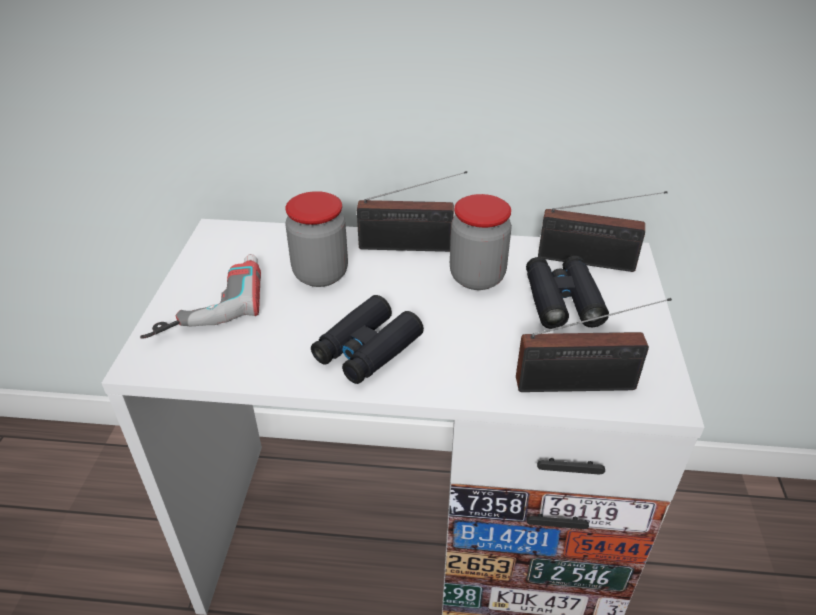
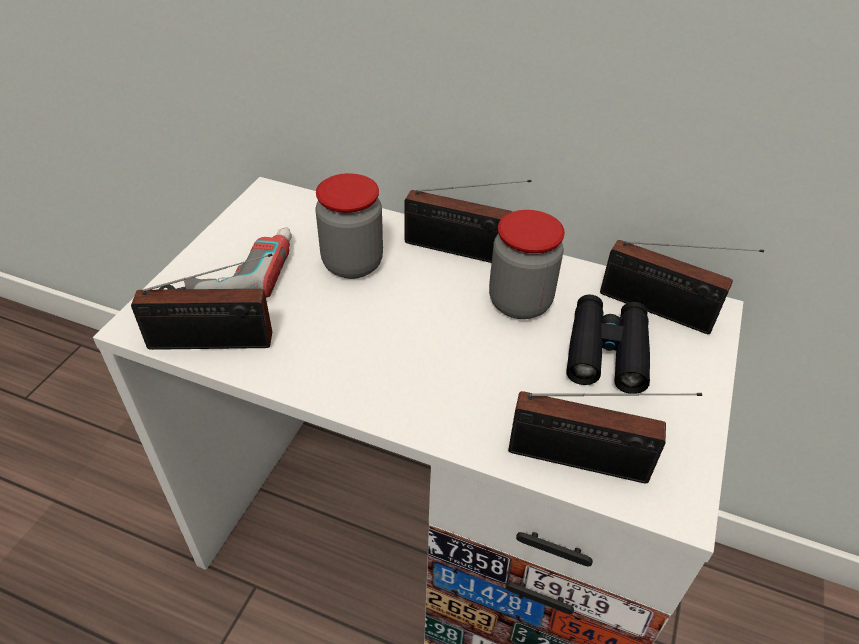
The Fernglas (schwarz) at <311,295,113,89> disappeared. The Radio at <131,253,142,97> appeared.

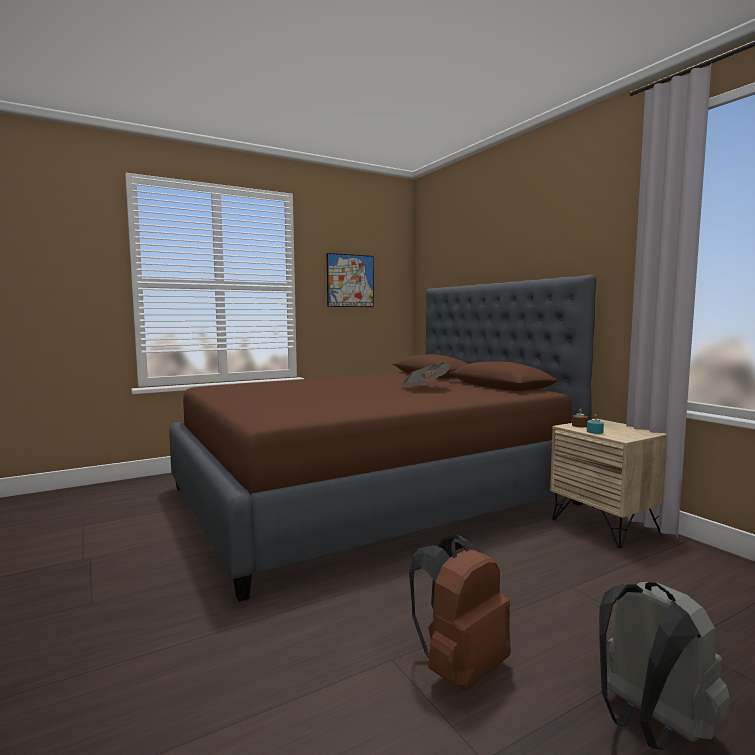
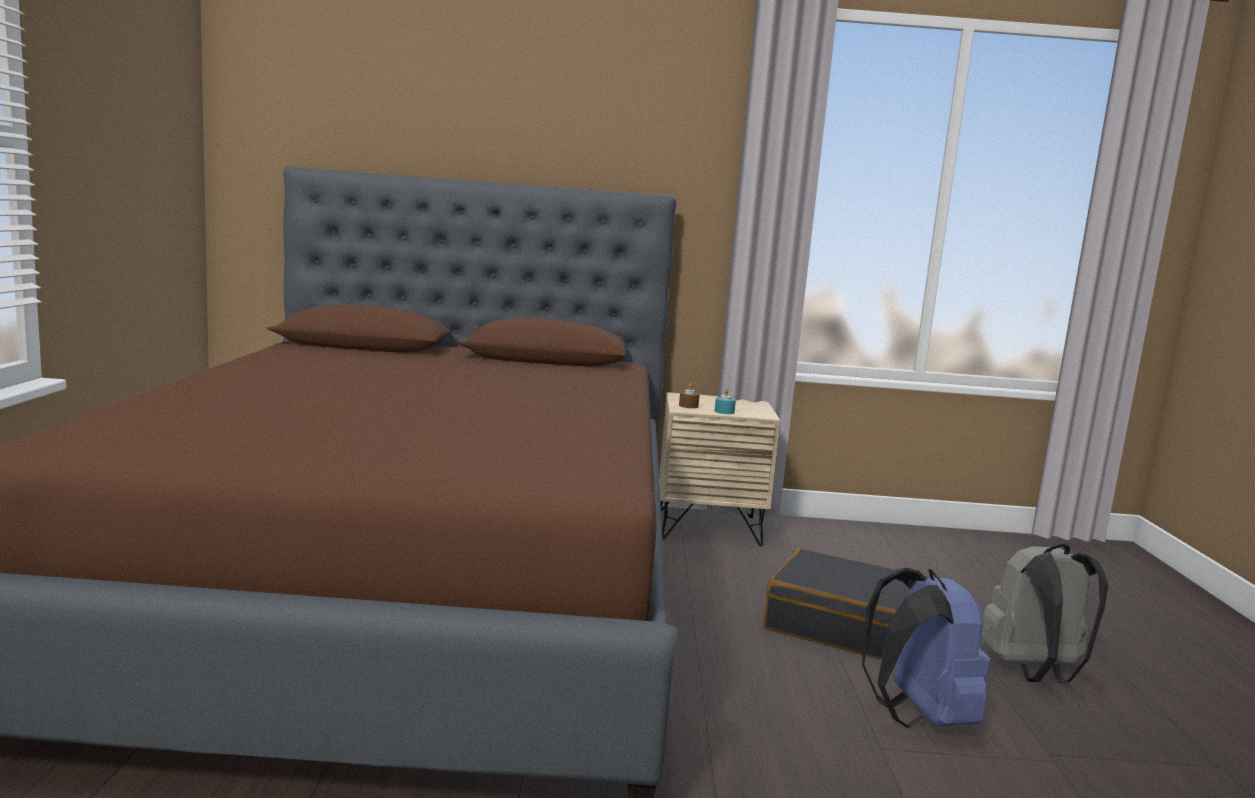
The Bild at <327,253,47,54> disappeared. The Zeitung at <402,362,49,24> disappeared. The Koffer (schwarz) at <763,548,167,111> appeared. The Rucksack (braun) at <409,535,102,155> became the Rucksack (blau) at <862,568,129,160>.

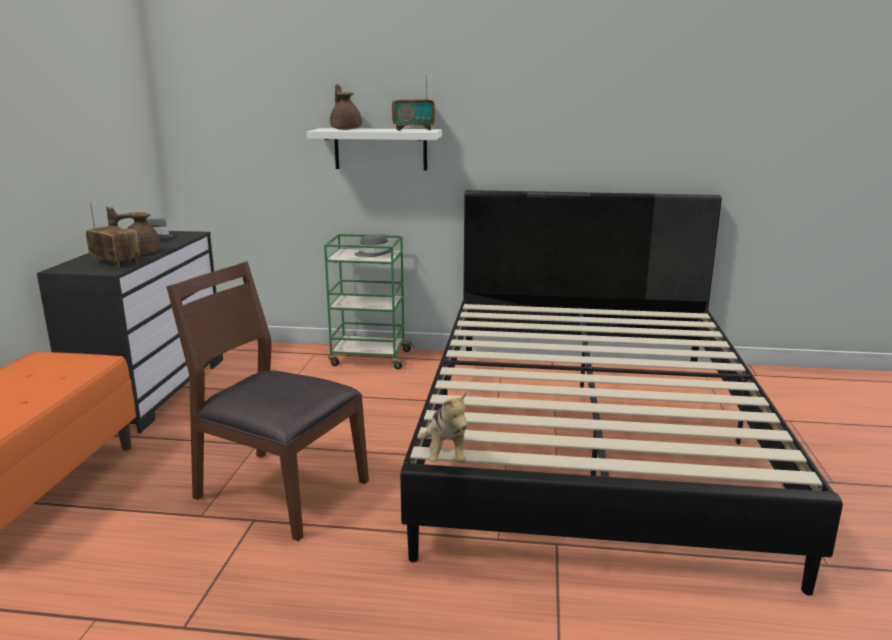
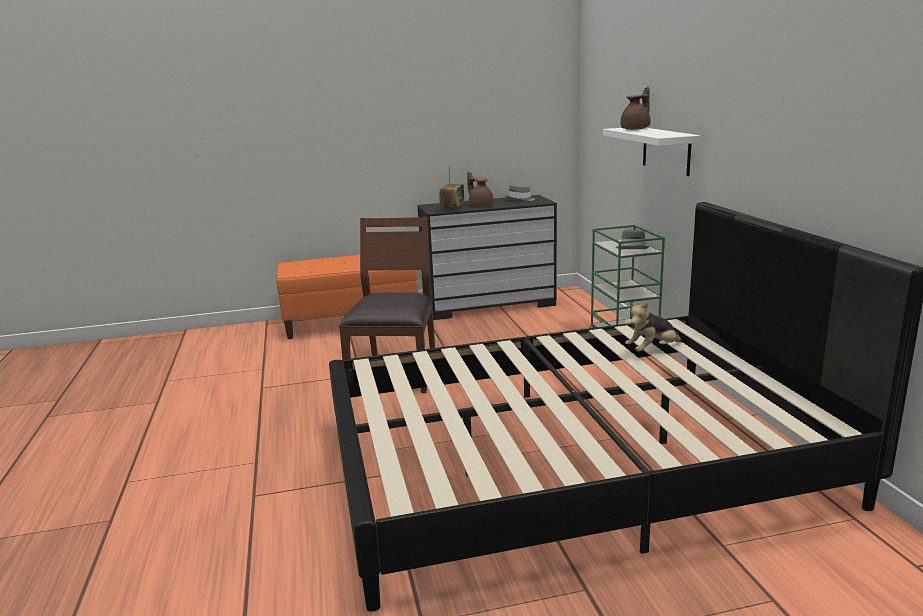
The Radio at <392,75,43,56> disappeared. The Plüschtier moved from <419,391,48,72> to <625,302,57,50>.

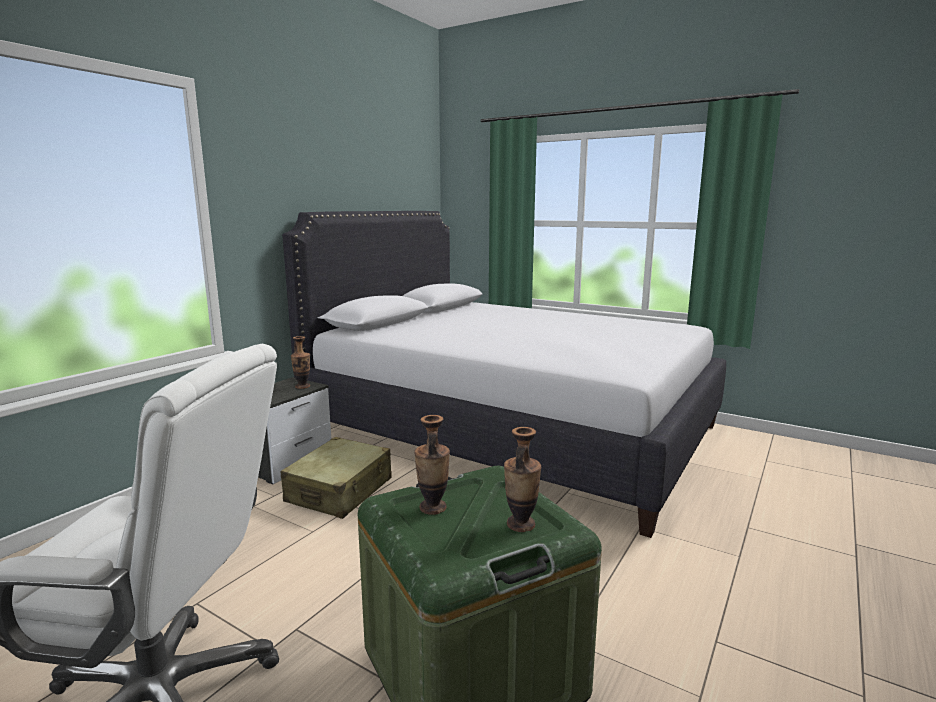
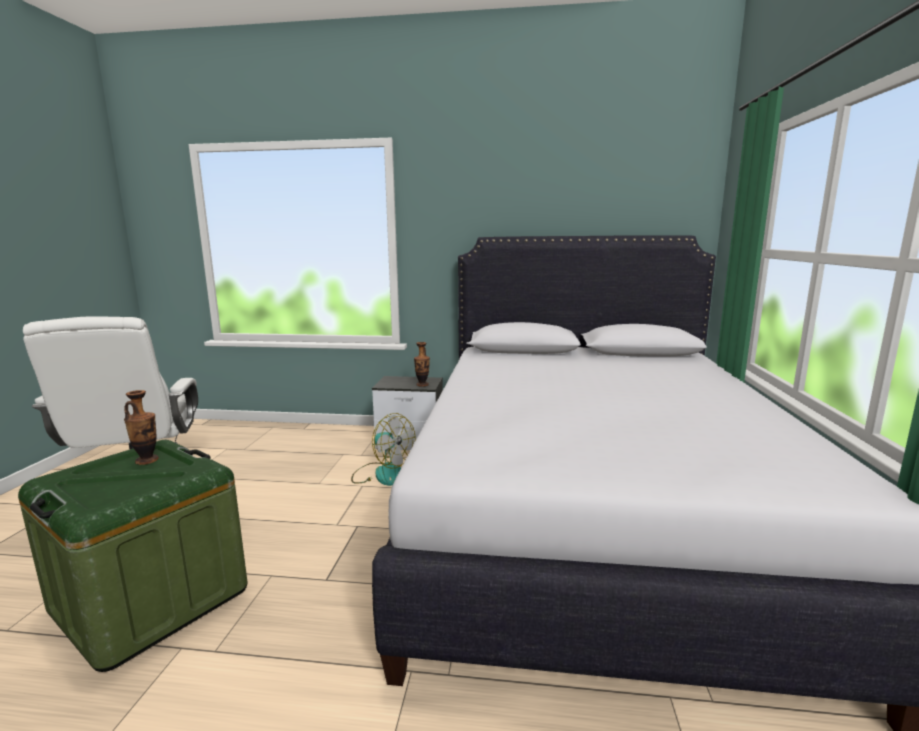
The Vase at <504,427,37,105> disappeared. The Koffer (beige) at <281,437,111,82> was replaced by the Ventilator at <351,413,65,73>.

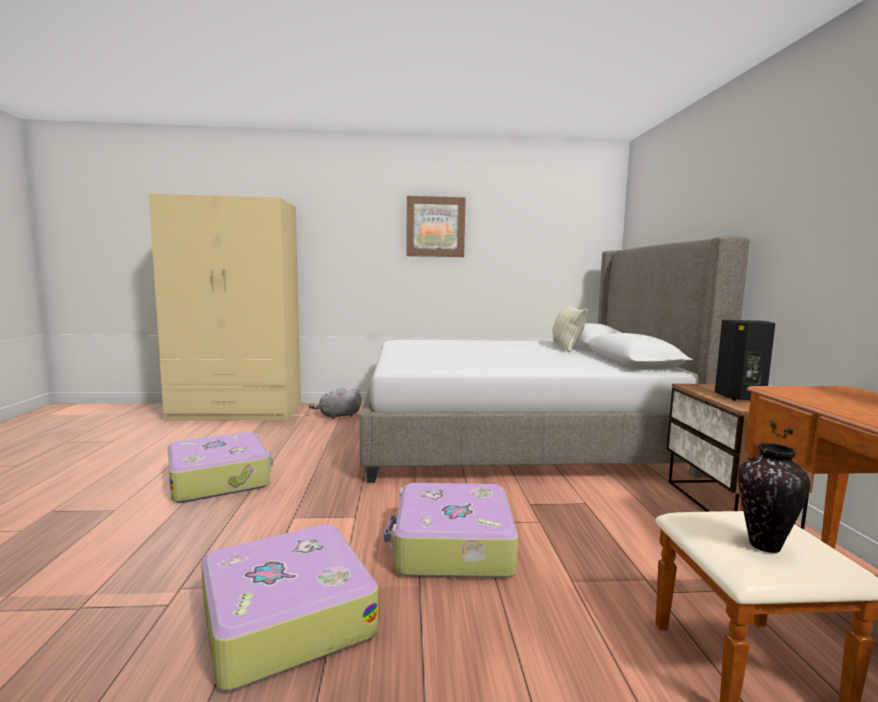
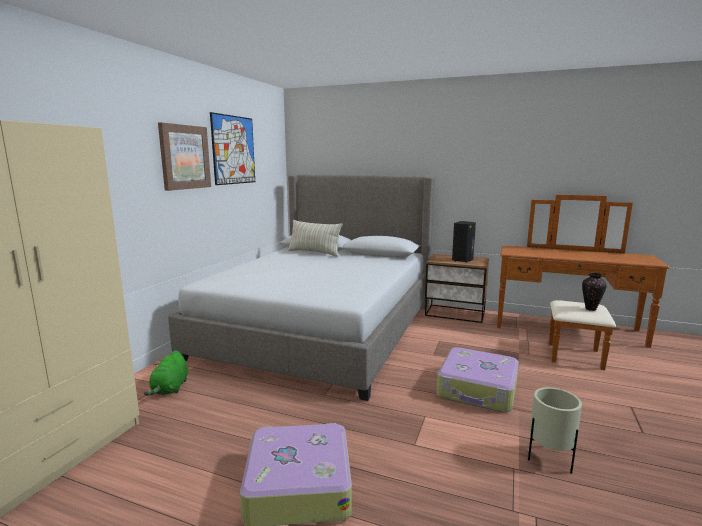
The Bild at <210,112,45,73> appeared. The Koffer at <201,524,177,166> was replaced by the Pflanzkübel (beige) at <528,387,54,87>. The Plüschtier (grau) at <309,387,53,32> became the Plüschtier (grün) at <144,351,44,45>.

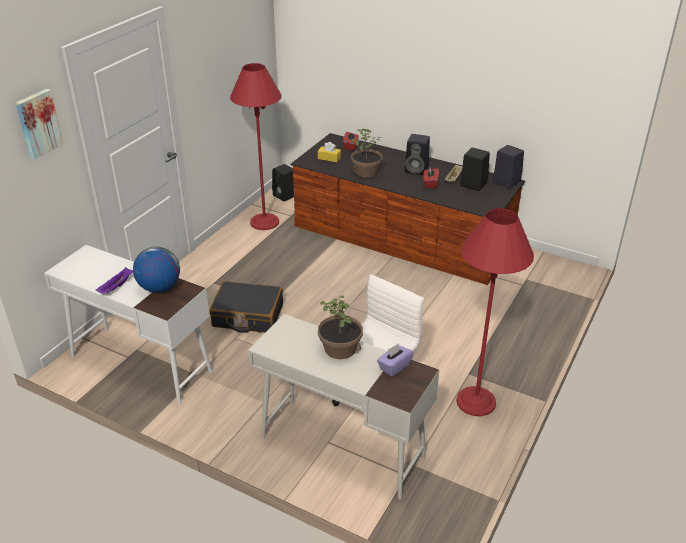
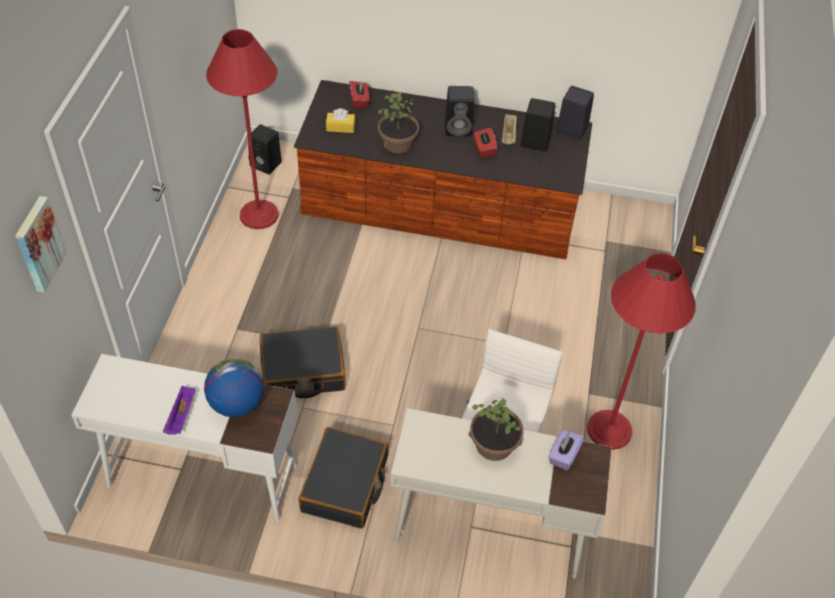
The Koffer (schwarz) at <299,427,89,102> appeared.

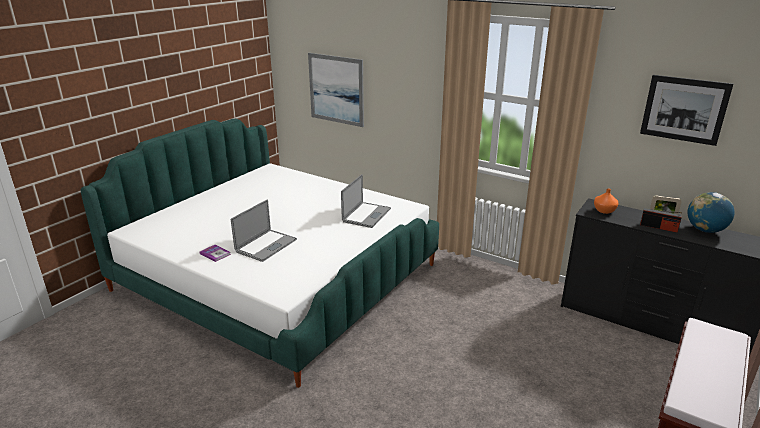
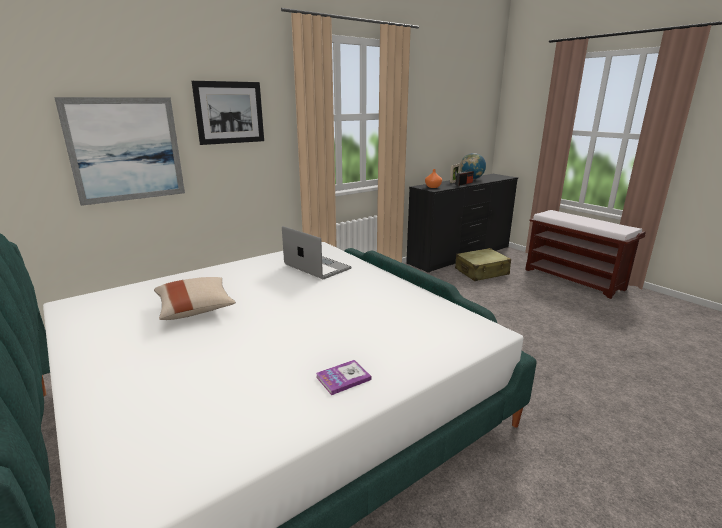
The Laptop at <231,199,66,63> disappeared. The Kissen (beige) at <154,277,82,43> appeared. The Koffer (beige) at <455,248,56,33> appeared. The Bild moved from <640,75,93,71> to <192,81,72,64>.

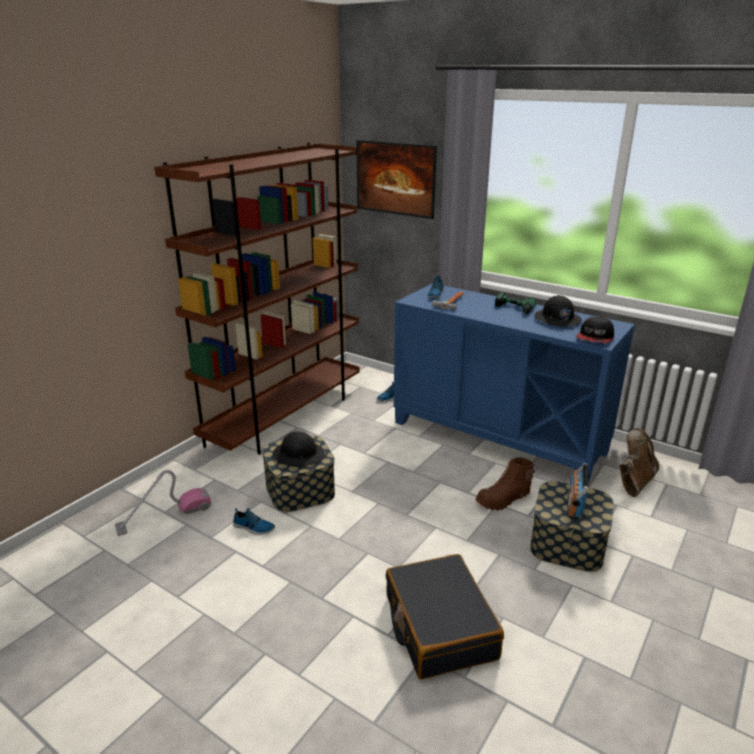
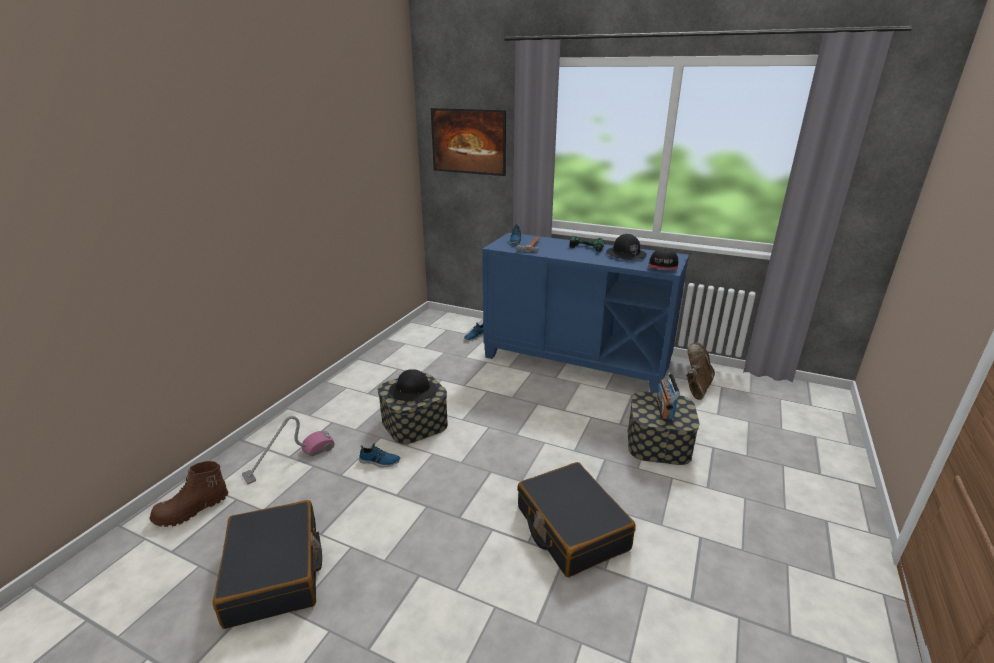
The Bücherregal (braun) at <154,143,205,312> disappeared. The Koffer (schwarz) at <213,500,109,129> appeared. The Stiefel (braun) moved from <475,457,60,54> to <149,461,79,66>.

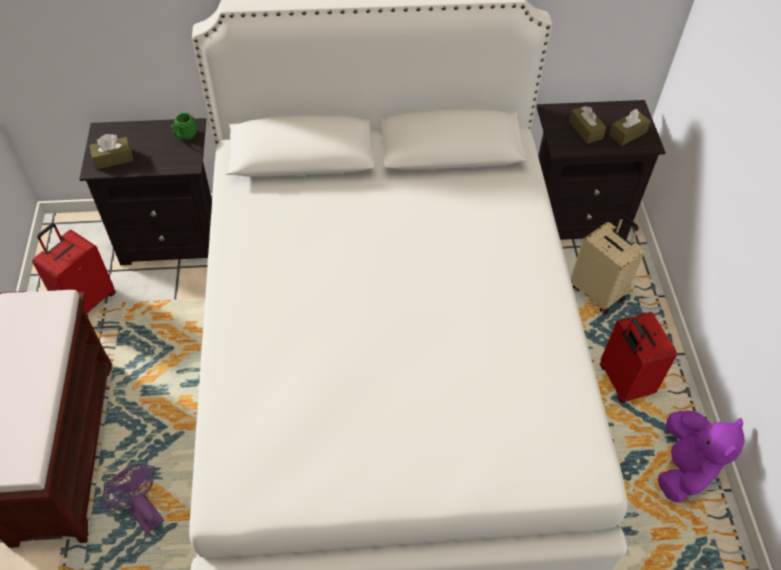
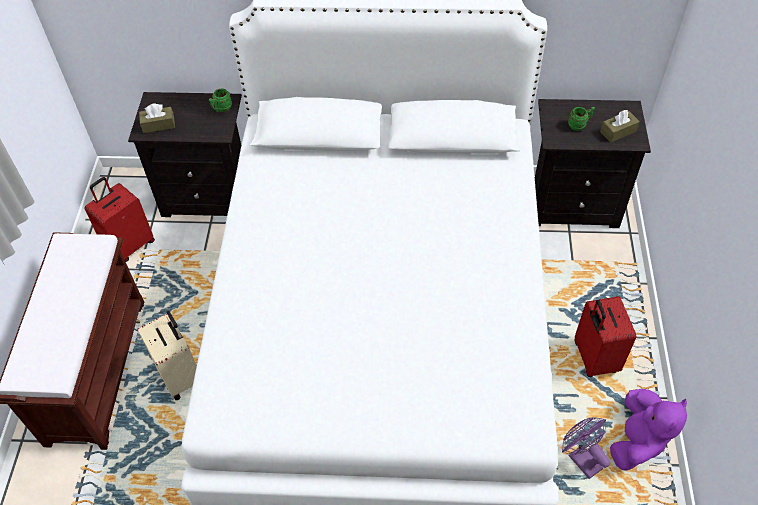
The Ventilator (lila) moved from <100,465,64,69> to <562,417,48,62>. The Koffer (beige) moved from <570,215,75,100> to <137,311,60,89>. The Taschentuchbox (braun) at <569,105,37,39> was replaced by the Henkelbecher (grün) at <568,106,27,25>.

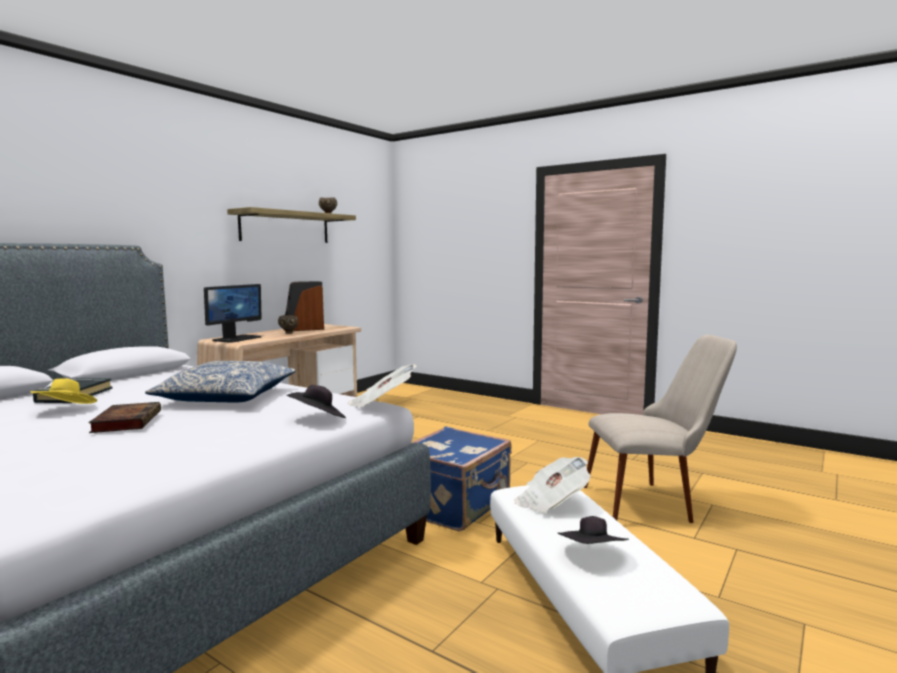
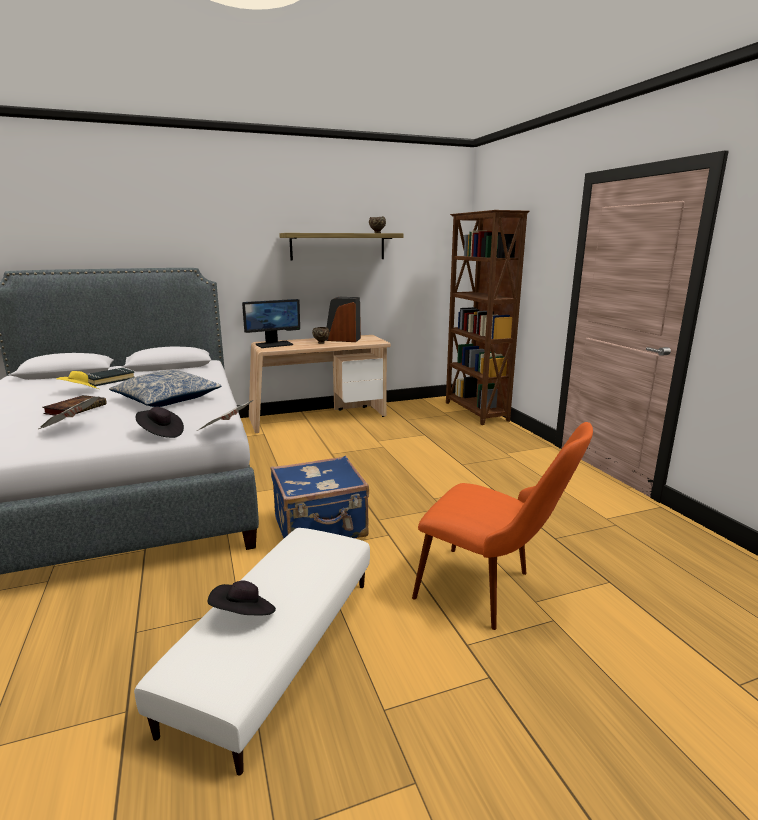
The Bücherregal (braun) at <446,210,83,215> appeared. The Zeitung moved from <514,457,76,56> to <39,397,60,32>. The Stuhl (beige) at <584,335,153,188> became the Stuhl (orange) at <412,422,181,208>.

